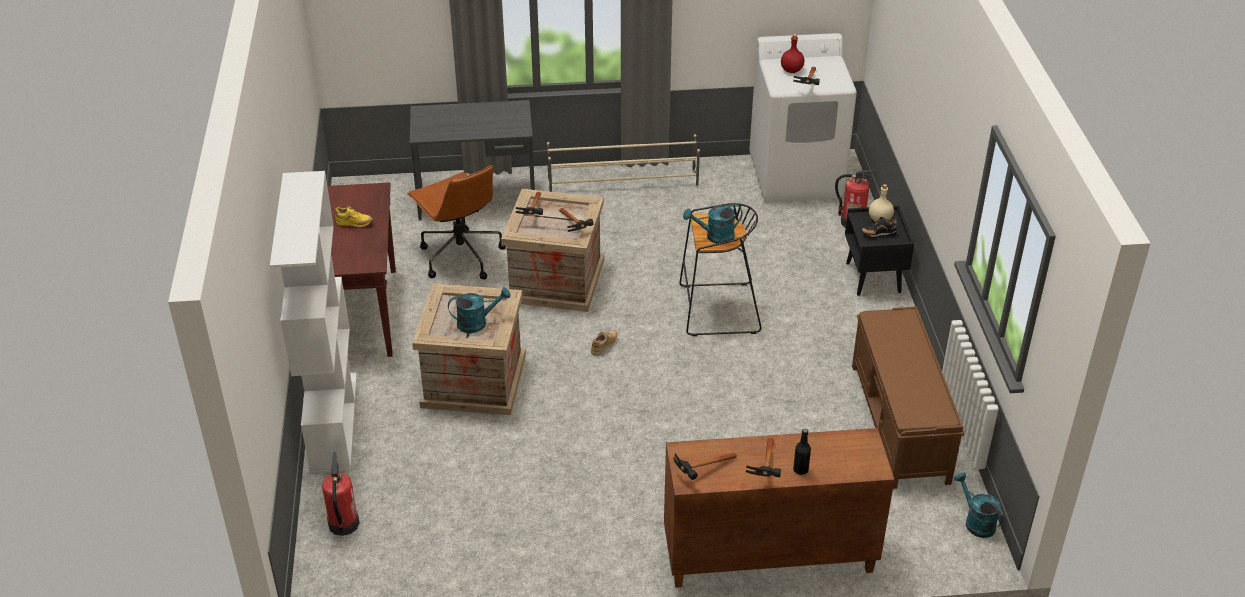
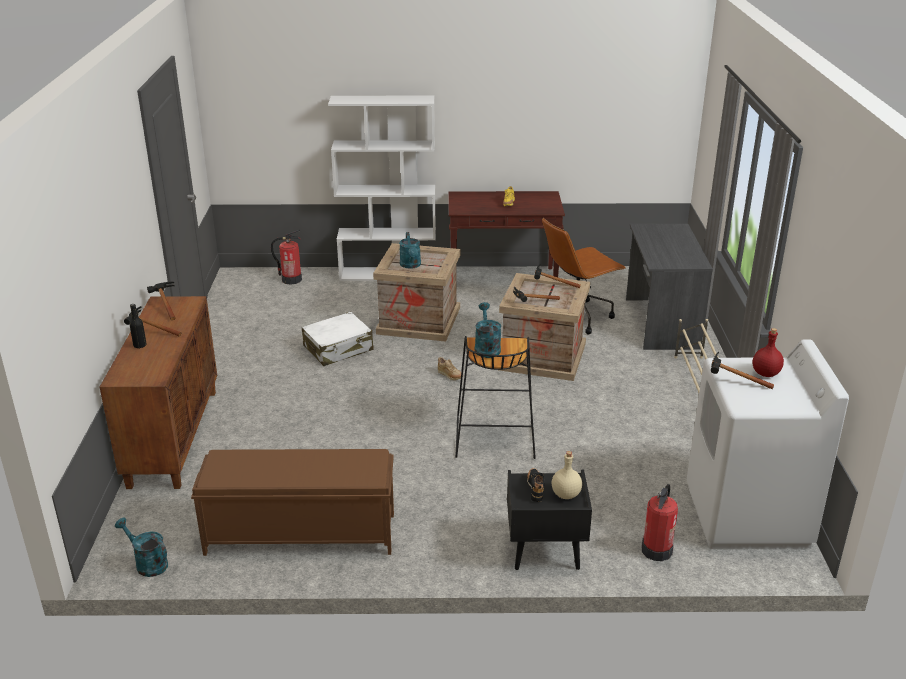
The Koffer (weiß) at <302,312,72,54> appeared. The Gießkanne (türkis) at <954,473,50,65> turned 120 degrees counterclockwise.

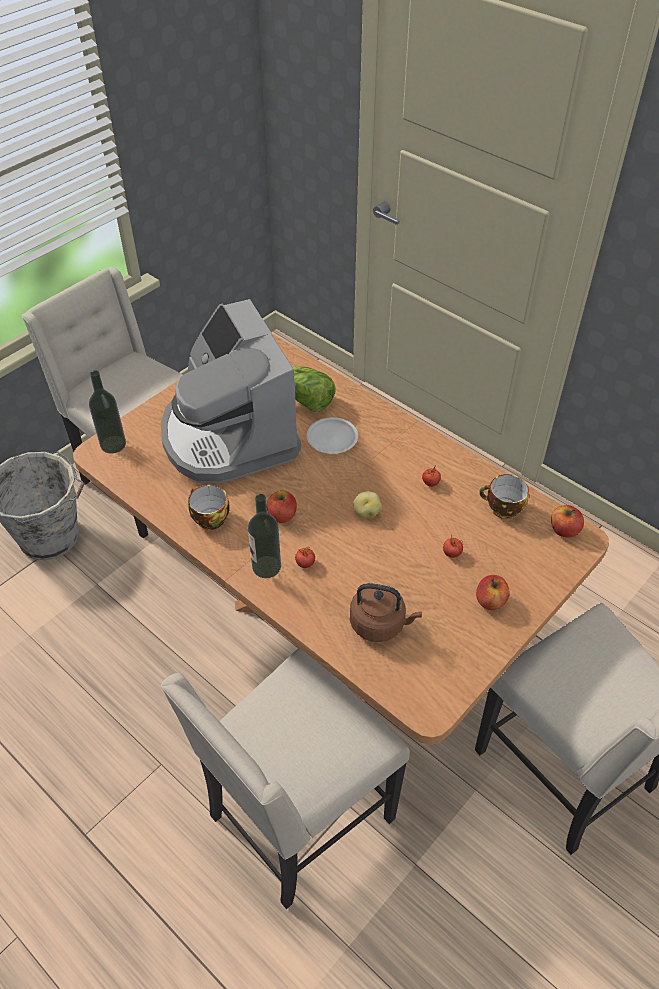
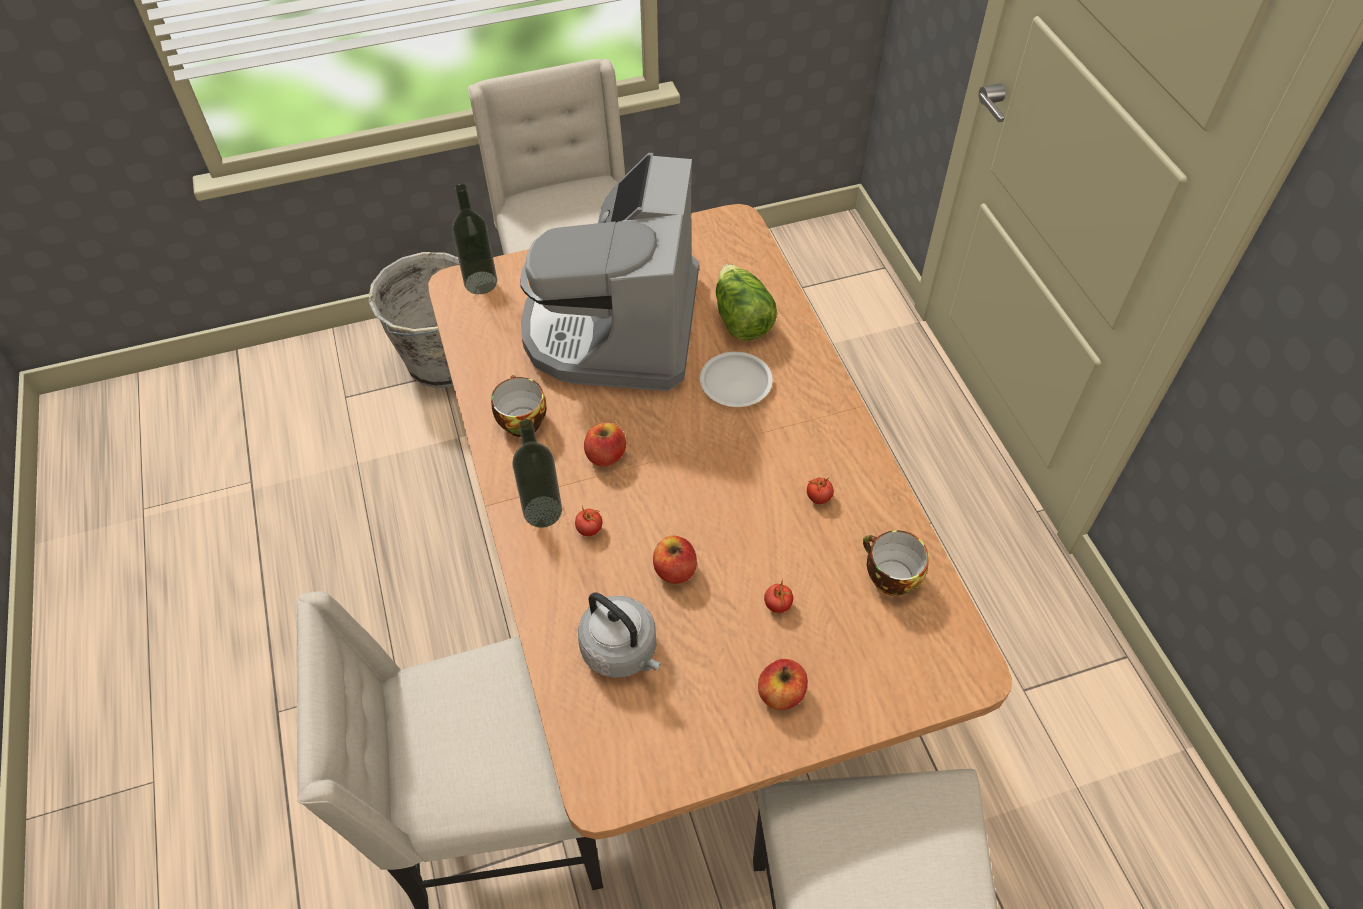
The Kartoffel at <352,491,30,27> disappeared. The Apfel moved from <551,505,33,32> to <653,536,44,48>. The Wasserkessel (braun) at <350,583,72,59> became the Wasserkessel (grau) at <578,592,83,86>.

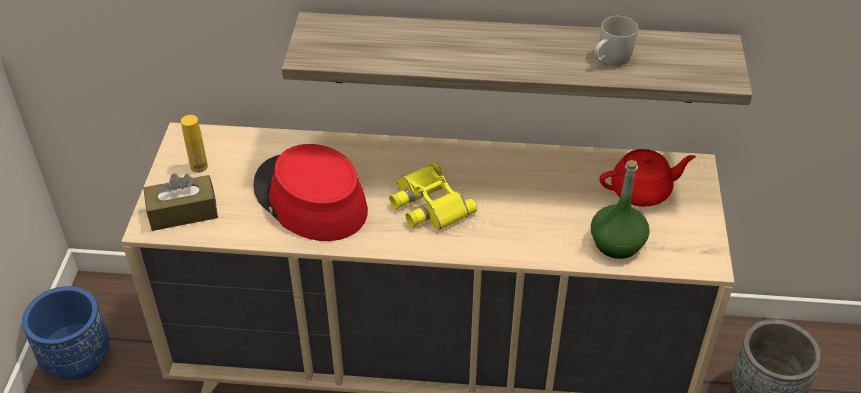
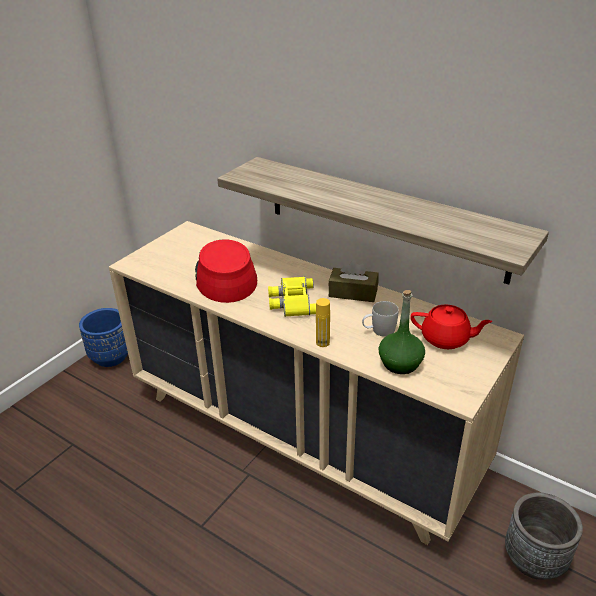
The Taschentuchbox (braun) moved from <143,174,75,57> to <329,260,50,42>. The Flasche (gelb) moved from <181,115,27,58> to <316,298,14,49>. The Henkelbecher (weiß) moved from <594,16,44,50> to <362,301,37,36>.

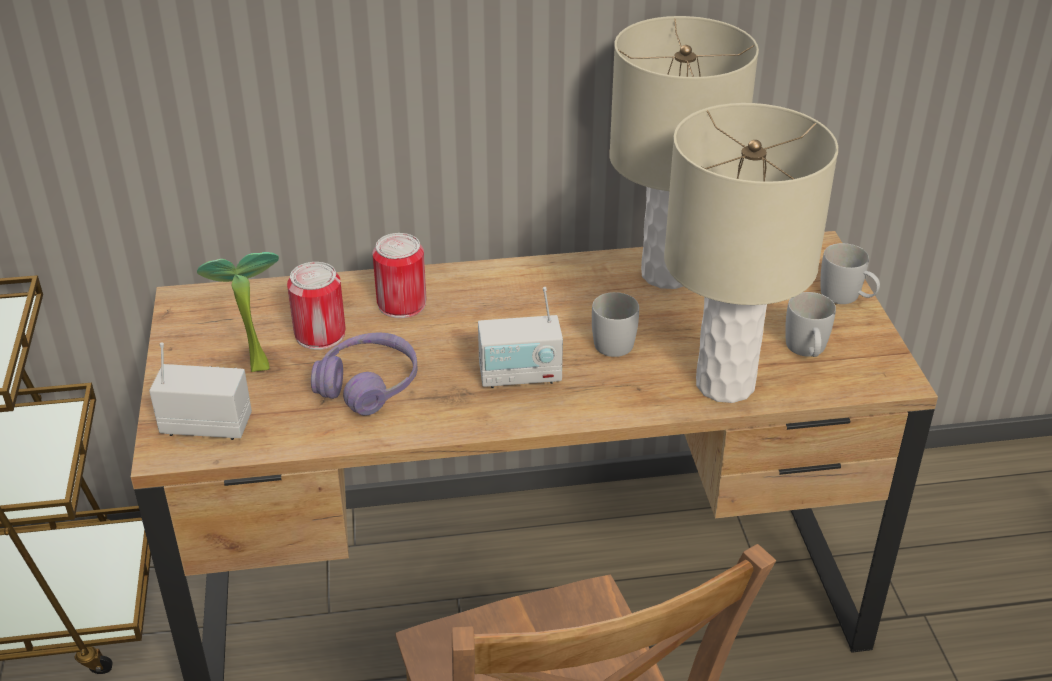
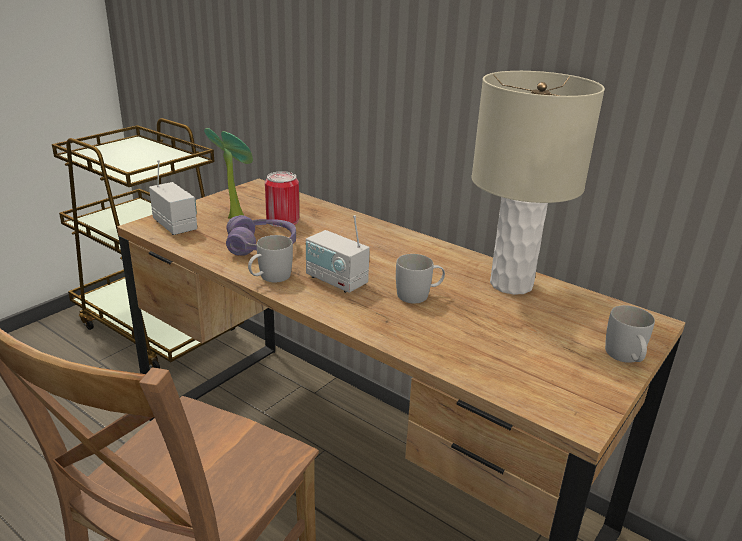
The Dose at <373,233,54,85> disappeared. The Tischlampe (beige) at <664,103,174,300> disappeared. The Henkelbecher (weiß) moved from <785,292,51,65> to <248,235,45,47>.

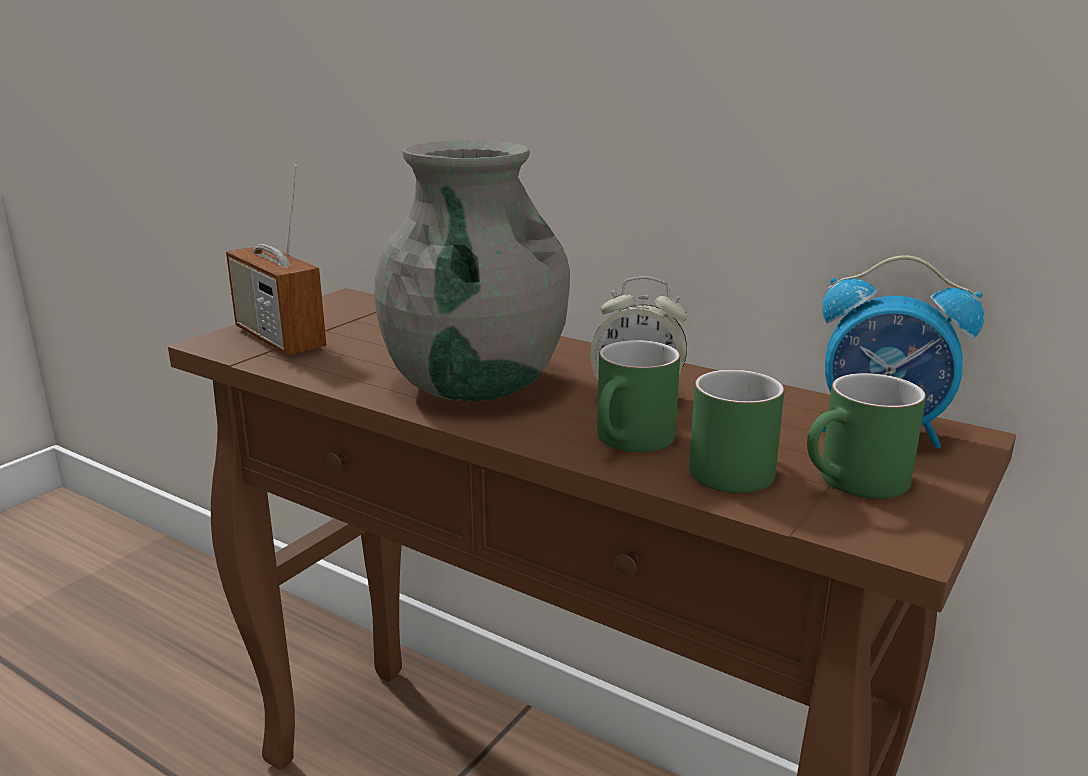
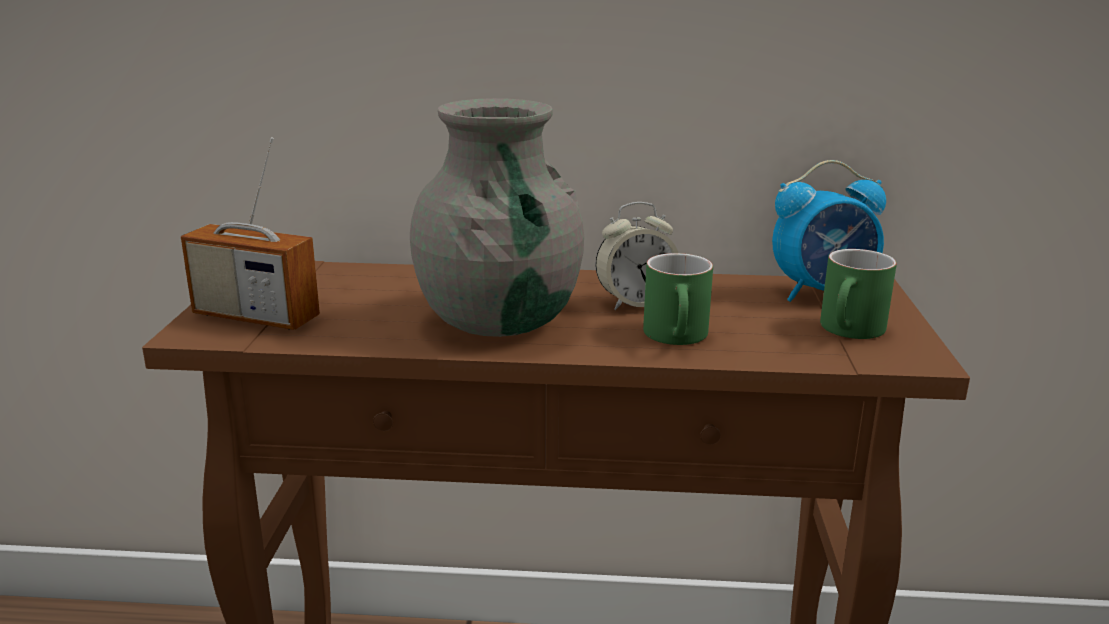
The Henkelbecher (grün) at <689,370,95,123> disappeared.

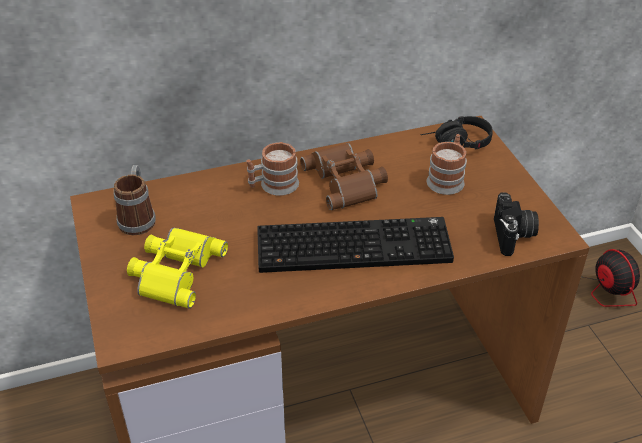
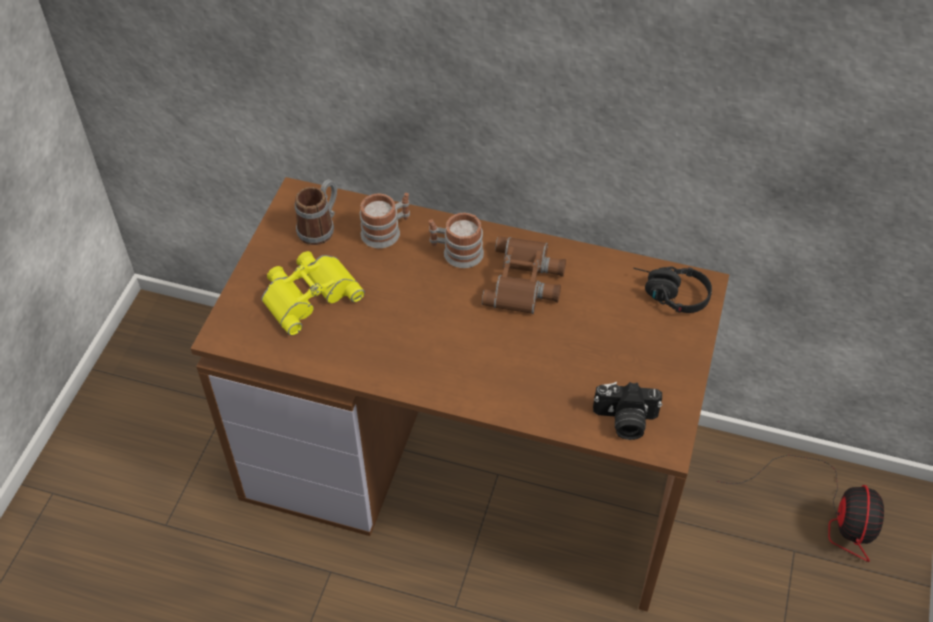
The Tastatur at <257,217,197,56> disappeared. The Henkelbecher moved from <427,134,40,61> to <360,193,50,55>. The Kamera at <494,193,45,63> turned 60 degrees clockwise.

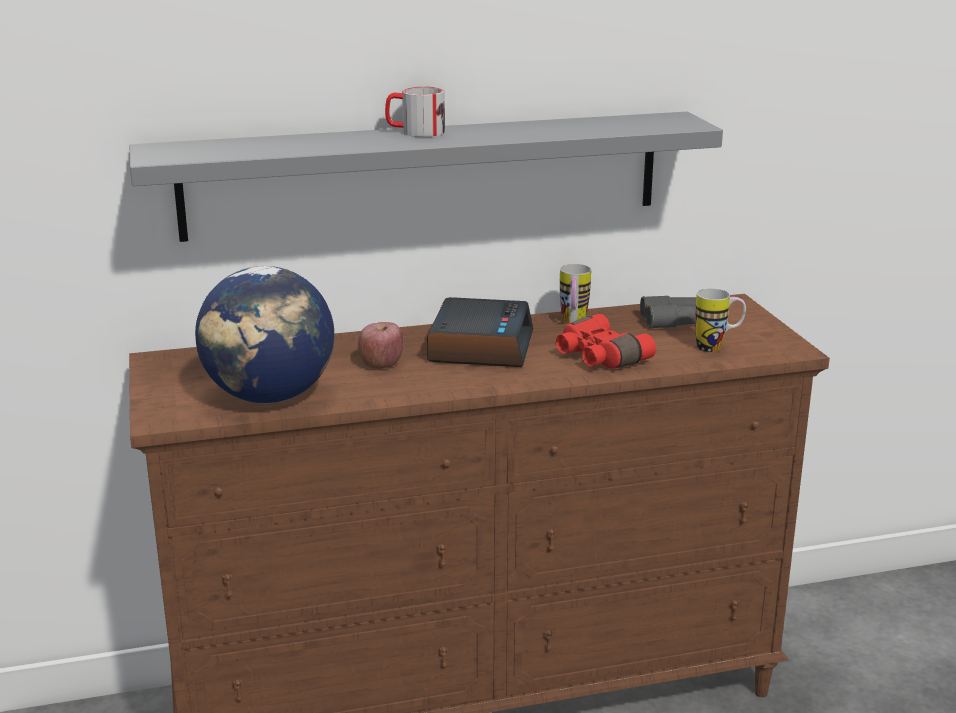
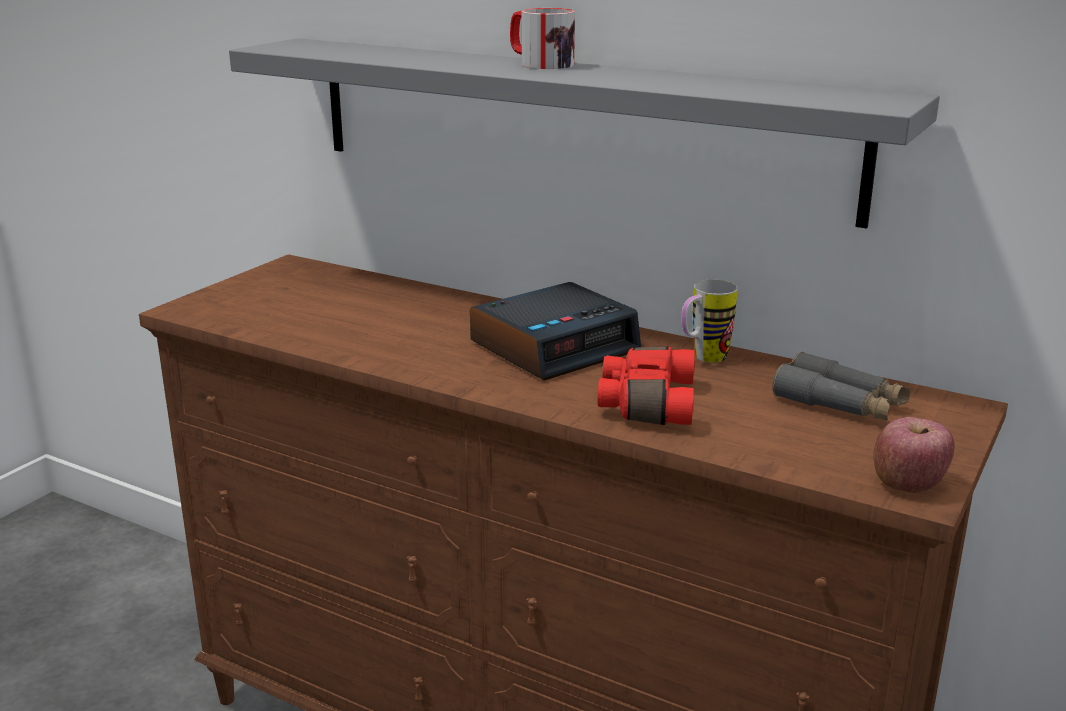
The Globus at <195,266,139,137> disappeared. The Henkelbecher at <695,288,51,64> disappeared. The Apfel moved from <358,322,46,47> to <873,417,81,76>.

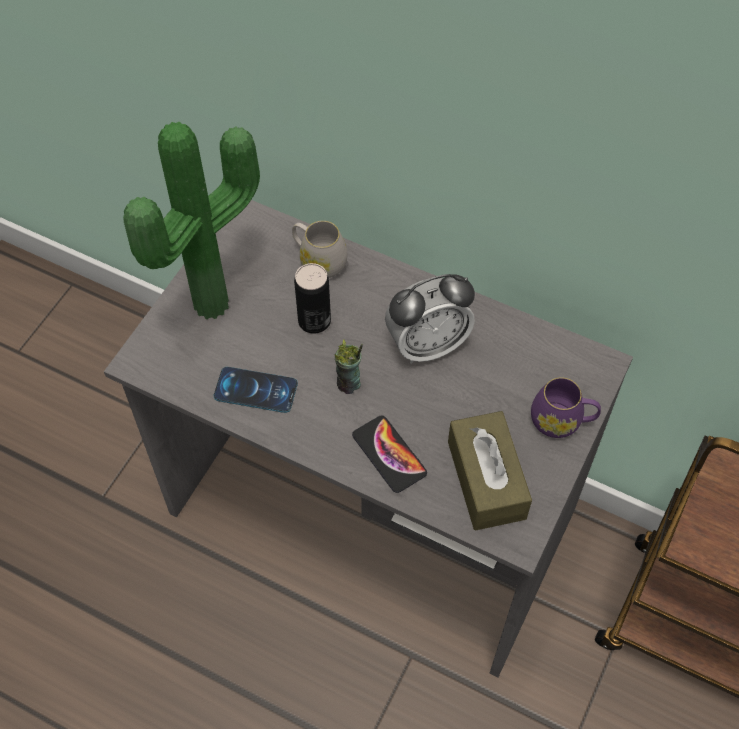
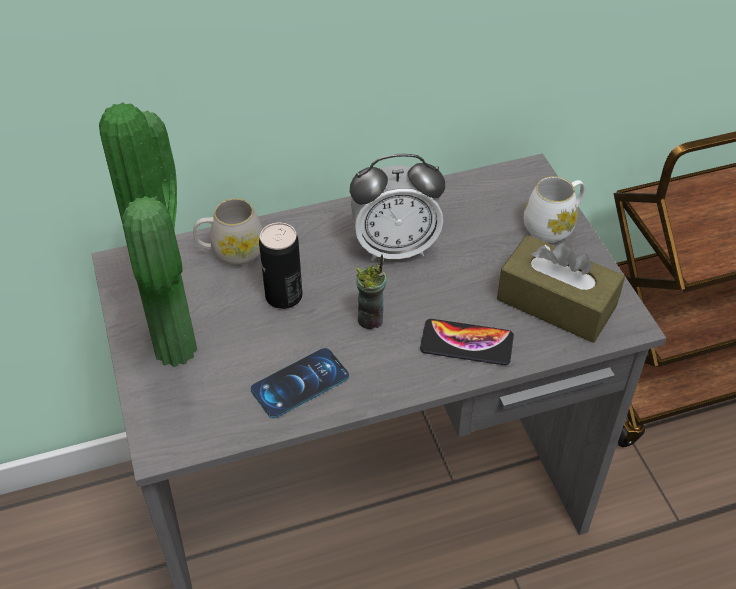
The Henkelbecher (lila) at <531,377,70,61> became the Henkelbecher (weiß) at <524,176,61,67>. The Wecker at <385,274,90,90> turned 60 degrees clockwise.

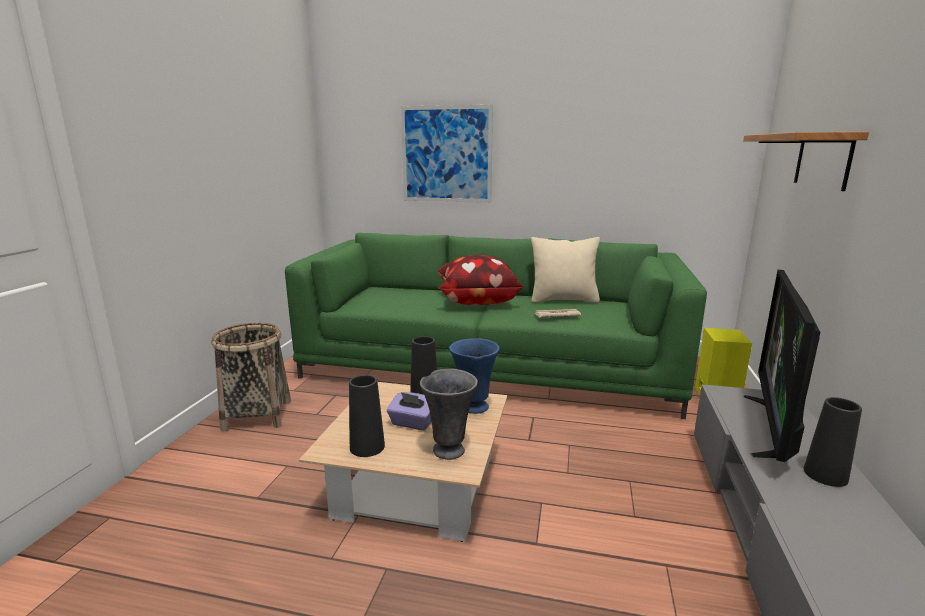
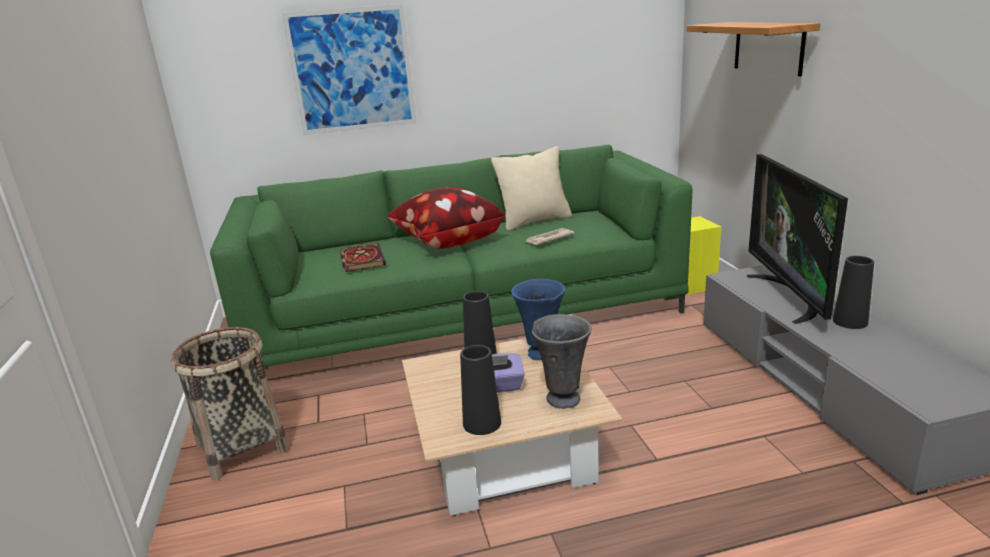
The Buch at <340,243,46,29> appeared.

